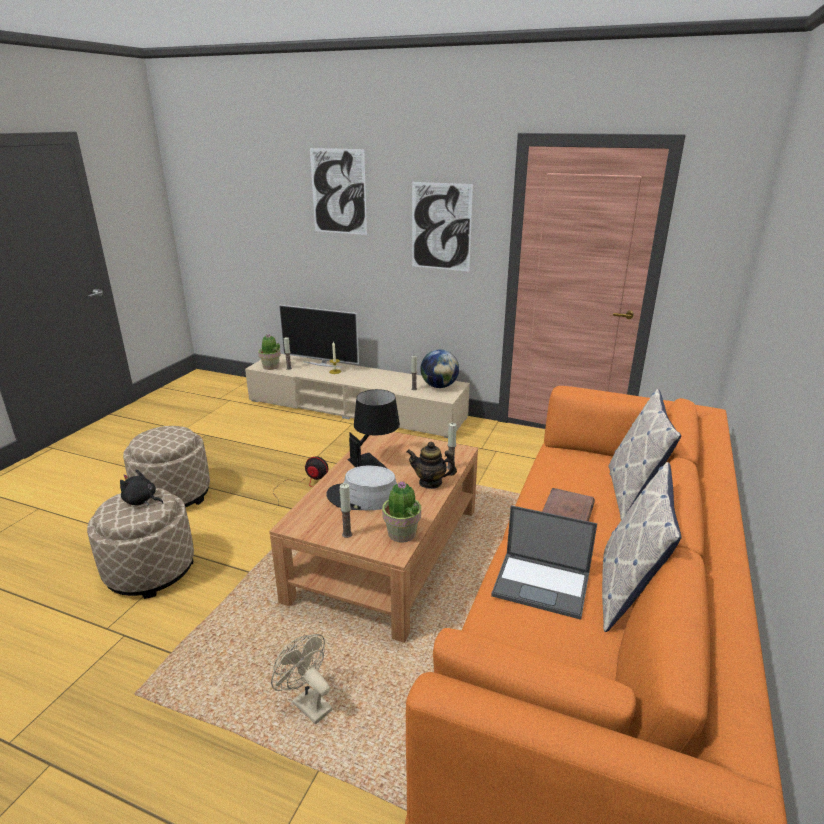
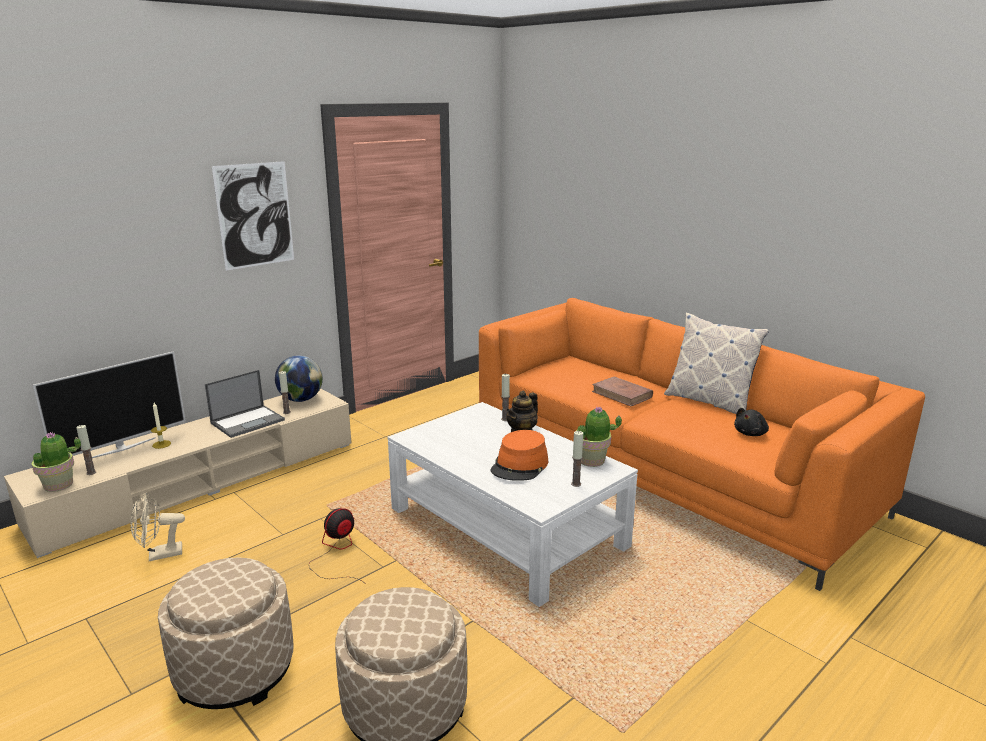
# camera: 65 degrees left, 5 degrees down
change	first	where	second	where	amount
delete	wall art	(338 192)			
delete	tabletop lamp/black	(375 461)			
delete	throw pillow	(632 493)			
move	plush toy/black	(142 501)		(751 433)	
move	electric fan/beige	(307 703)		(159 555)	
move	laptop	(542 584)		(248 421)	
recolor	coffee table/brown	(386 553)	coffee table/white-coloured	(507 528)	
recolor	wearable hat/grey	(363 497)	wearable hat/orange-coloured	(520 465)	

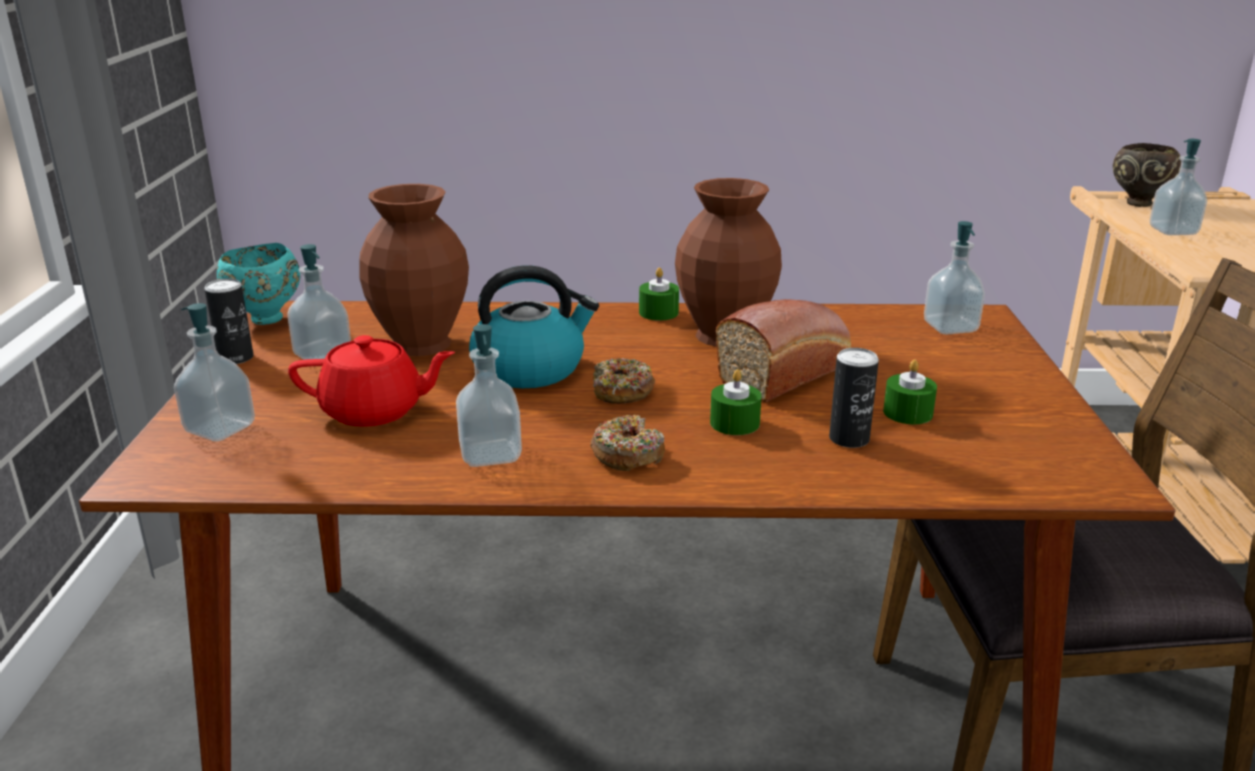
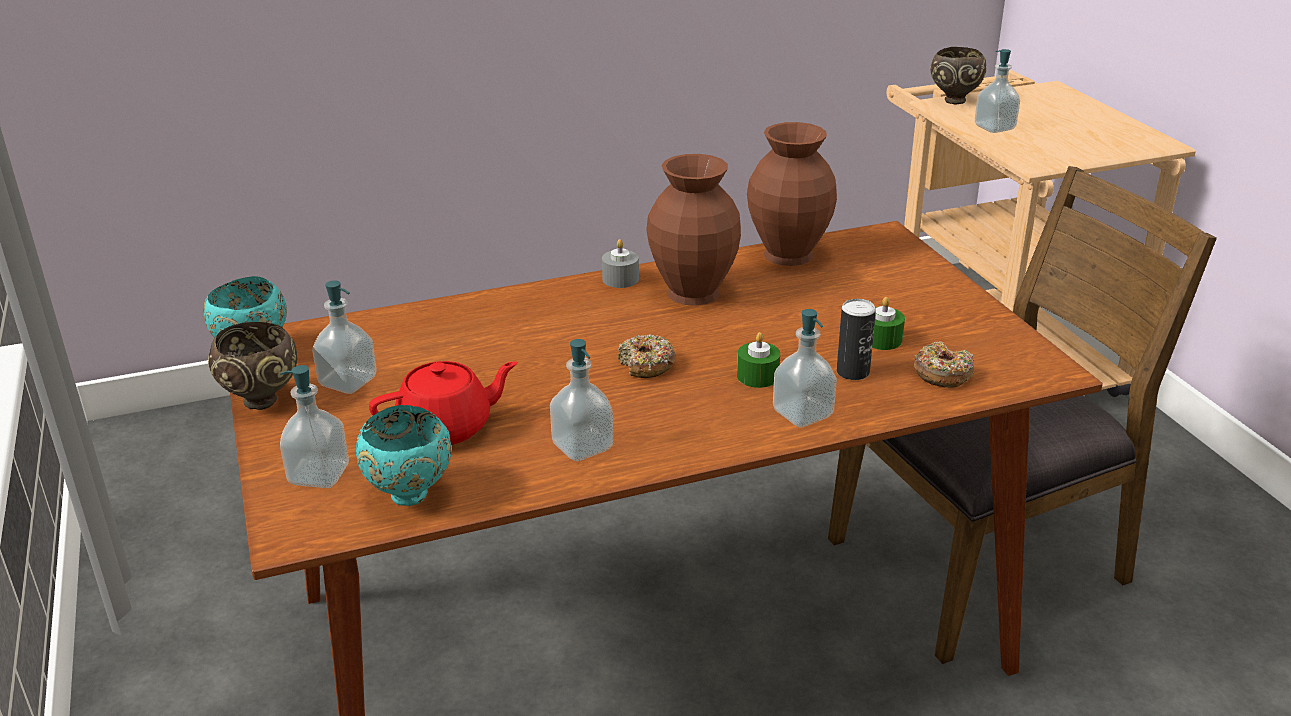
# camera: 20 degrees left, 5 degrees up
change	first	where	second	where	amount
delete	water kettle	(530 368)			
delete	bakery bread	(787 373)			
insert			deep dish/turquoise-coloured	(410 497)	
move	flower vase/brown	(423 344)		(790 254)	
move	ring doughnut	(627 454)		(942 374)	
move	soap bottle	(950 327)		(802 414)	
replace	sealed can	(235 358)	deep dish/brown	(263 401)	
recolor	wax light/greenish	(658 312)	wax light/grey	(620 279)	

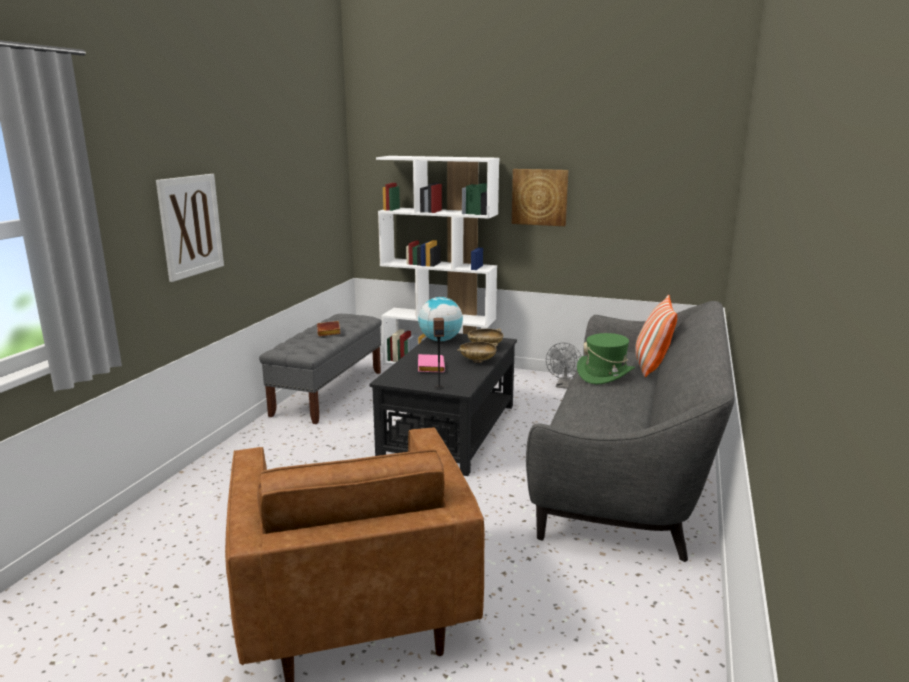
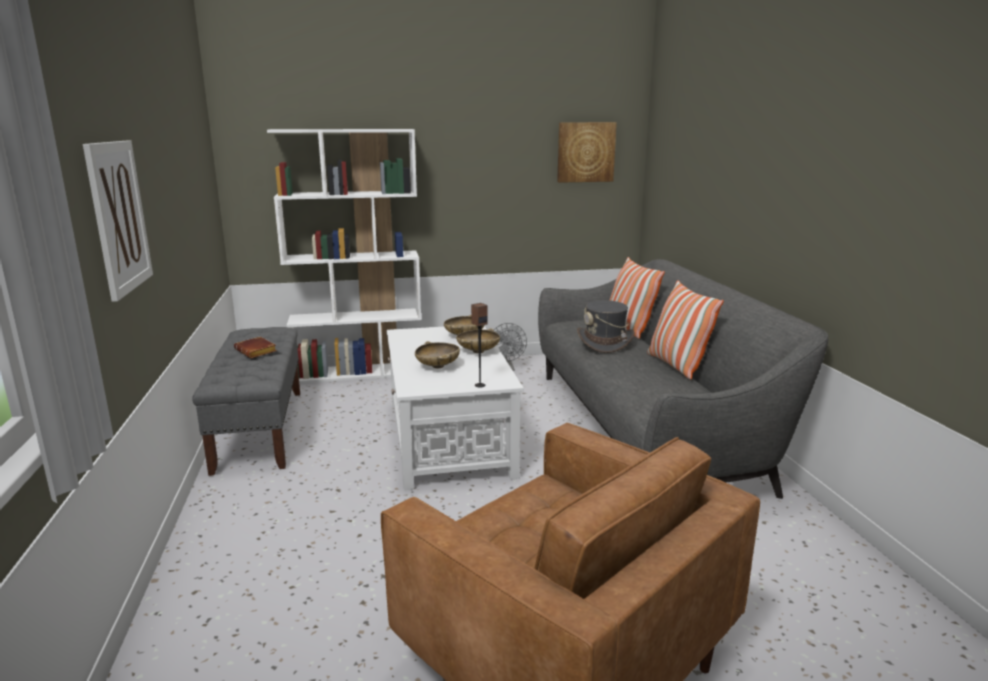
# camera: 30 degrees left, 0 degrees up
change	first	where	second	where	amount
delete	desk globe	(440 340)			
insert			throw pillow	(677 365)	
move	wall art	(539 197)		(585 152)	
replace	bound book/pink-coloured	(429 367)	deep dish/beige	(437 366)	
recolor	coffee table/black	(449 431)	coffee table/white-coloured	(448 438)	
recolor	wearable hat/greenish	(605 374)	wearable hat/grey	(605 342)	

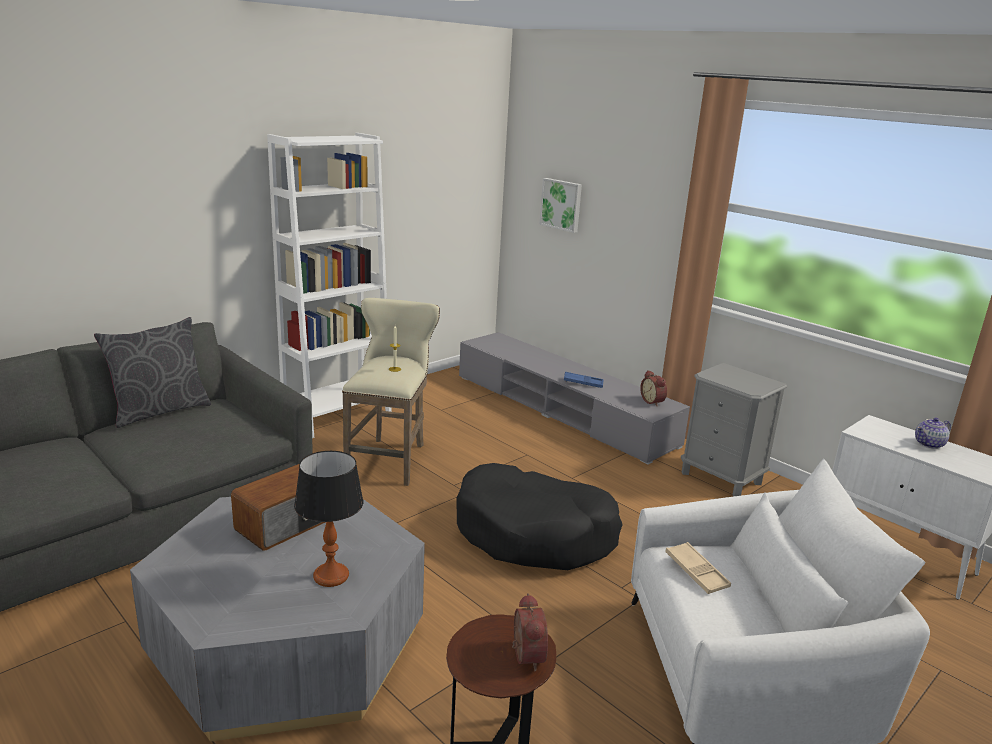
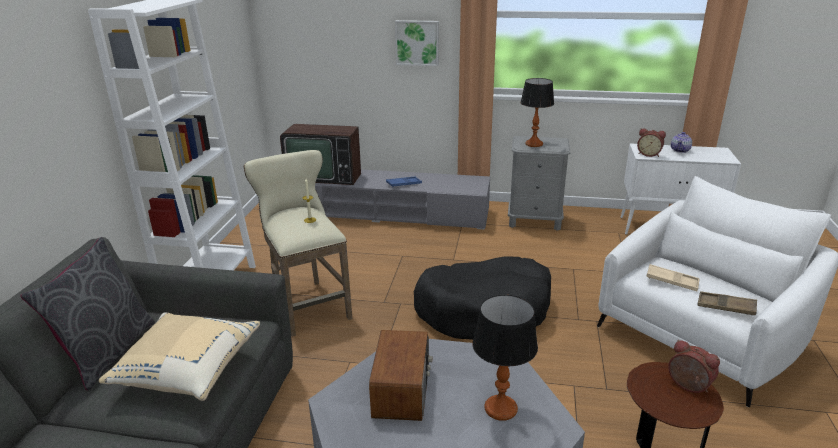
# camera: 35 degrees left, 5 degrees up
change	first	where	second	where	amount
insert			throw pillow/beige	(187 370)	
insert			TV set	(324 175)	
insert			tabletop lamp	(534 144)	
insert			carrying tray/brown	(726 307)	
move	wall art	(561 204)		(417 42)	
move	alarm clock	(653 401)		(649 154)	

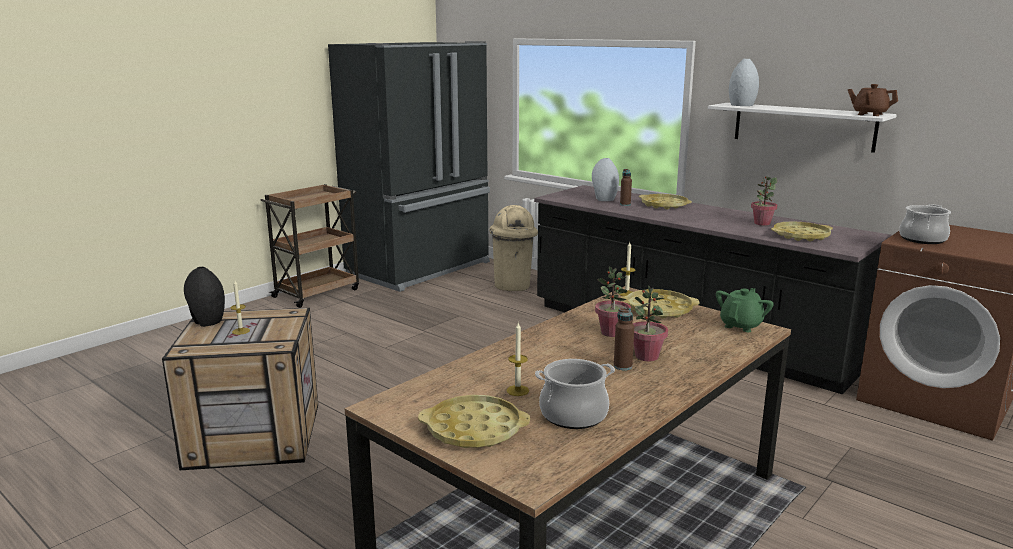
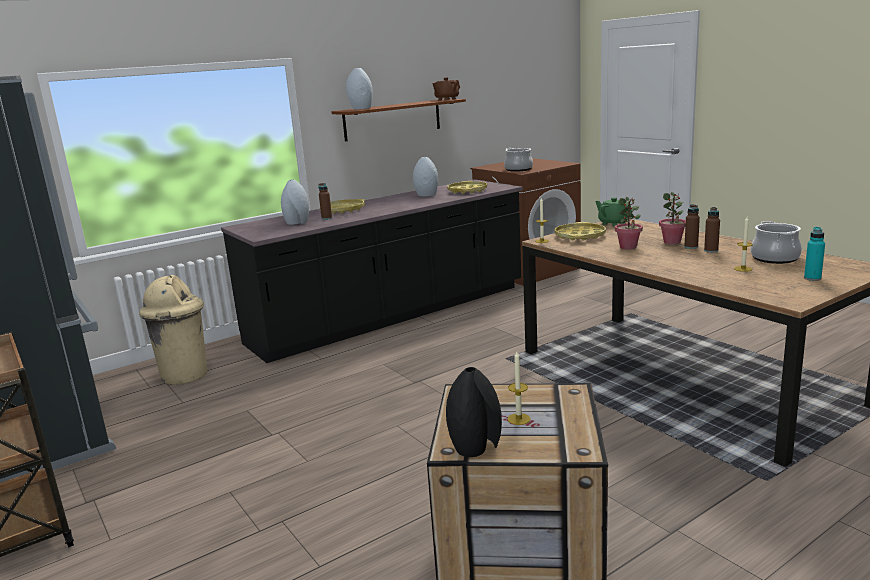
# camera: 75 degrees left, 0 degrees up
change	first	where	second	where	amount
insert			drink bottle/brown	(711 251)	
replace	carrying tray/yellowish	(474 429)	drink bottle/turquoise-coloured	(812 278)	
replace	plant in a pot	(762 223)	flower vase/grey	(427 195)	
recolor	bracket shelf/white-coloured	(803 126)	bracket shelf/brown	(392 119)	

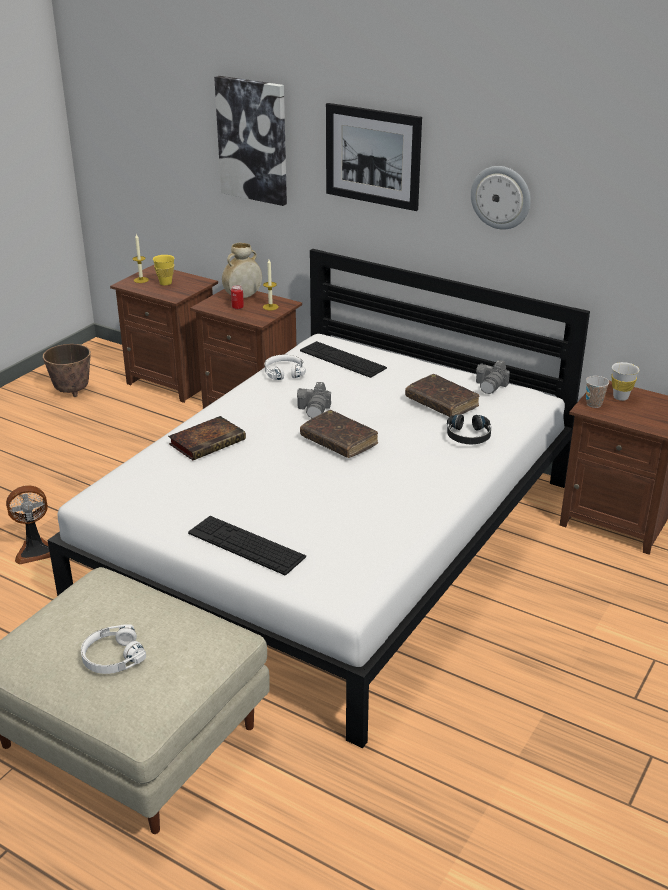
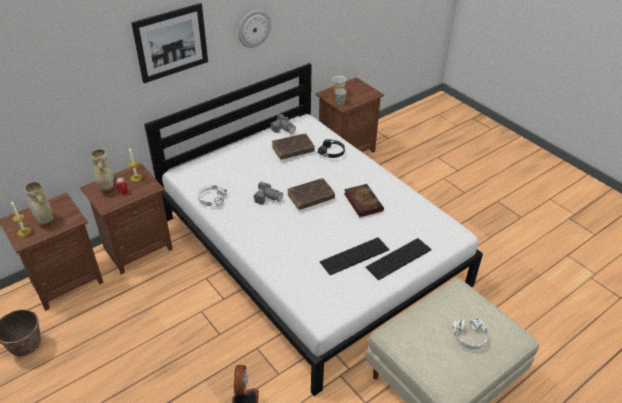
# camera: 70 degrees left, 10 degrees up
change	first	where	second	where	amount
delete	wall art	(253 140)			
move	bound book	(208 441)		(362 202)	
move	PC keyboard	(342 359)		(354 256)	
replace	cup/yellowish	(165 283)	flower vase/beige	(44 219)	

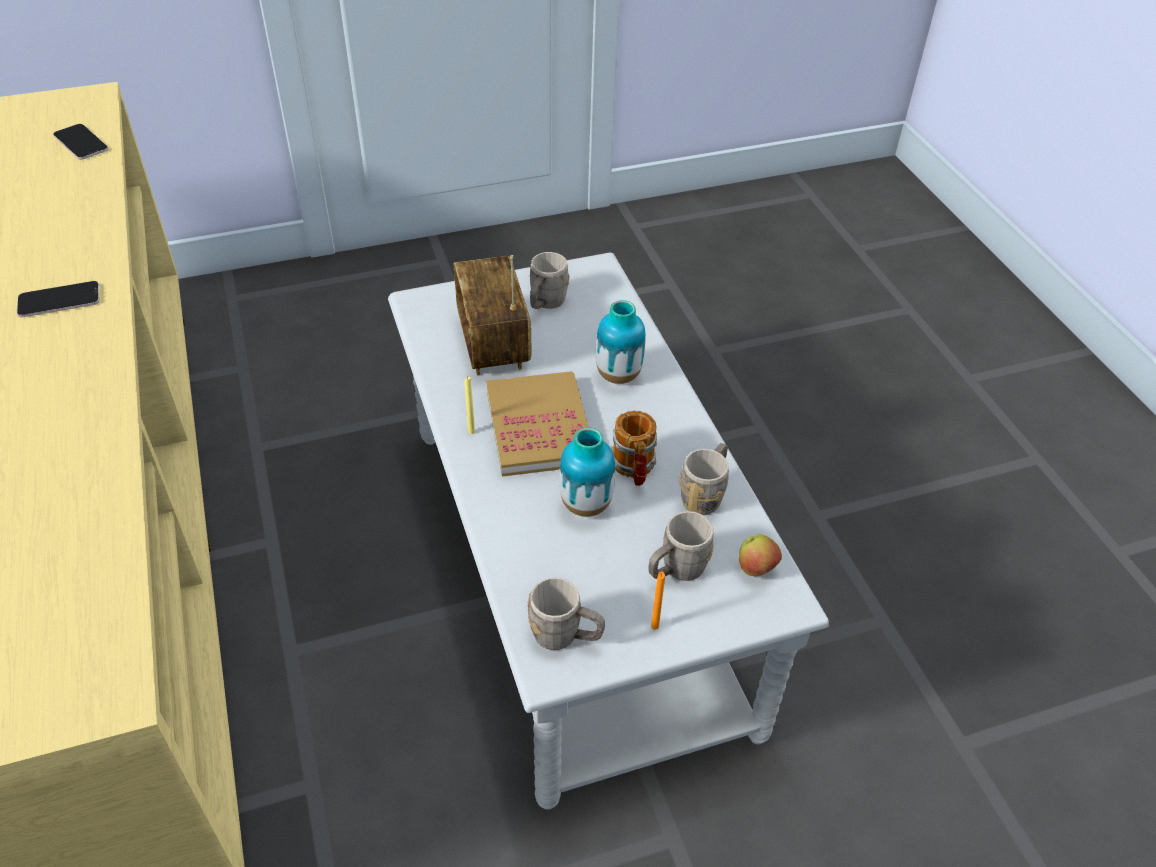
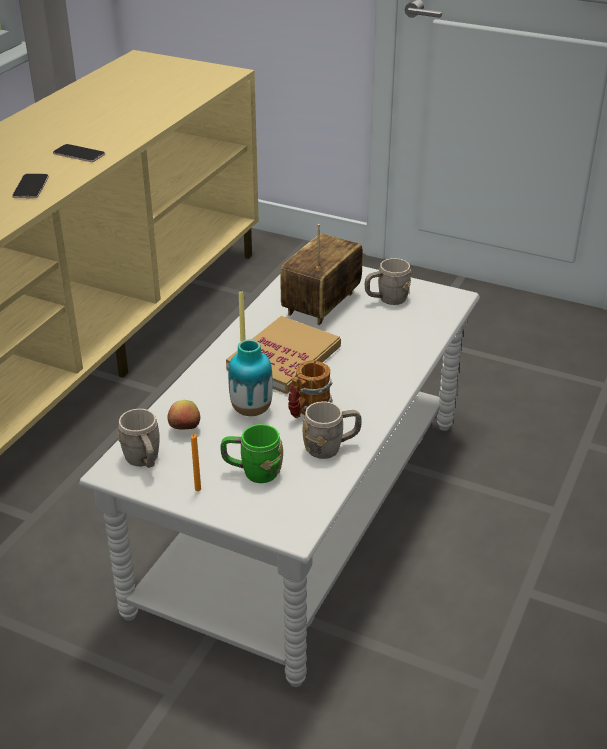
# camera: 45 degrees right, 10 degrees down
change	first	where	second	where	amount
delete	flower vase	(618 375)			
move	phone	(81 143)		(31 187)	
move	apple fruit	(756 569)		(185 429)	
recolor	mug/grey	(676 570)	mug/greenish	(252 472)	

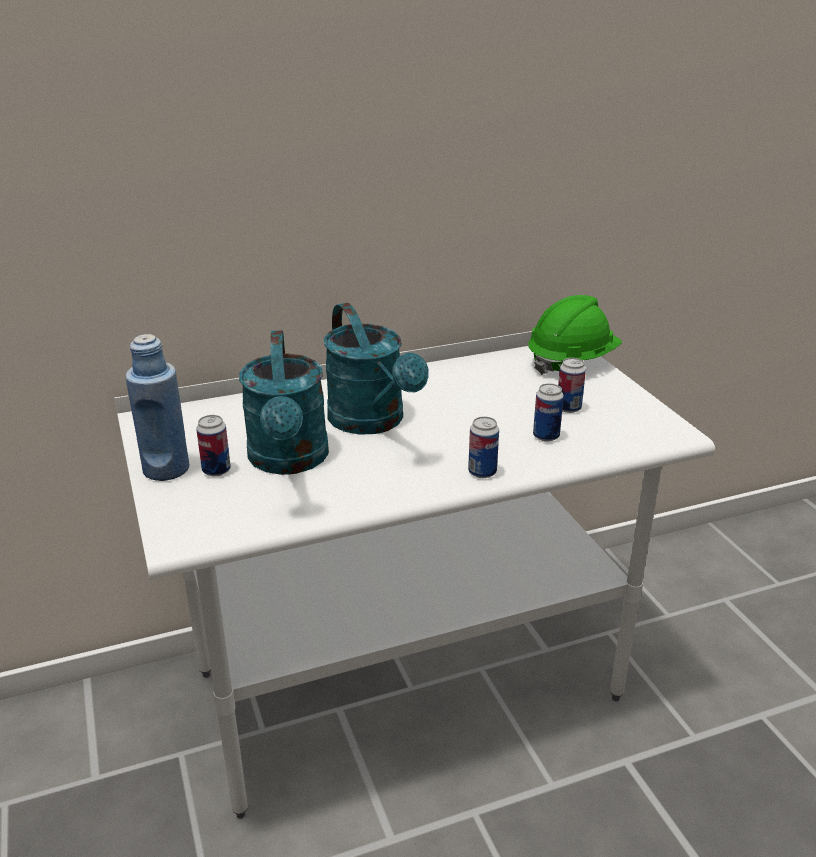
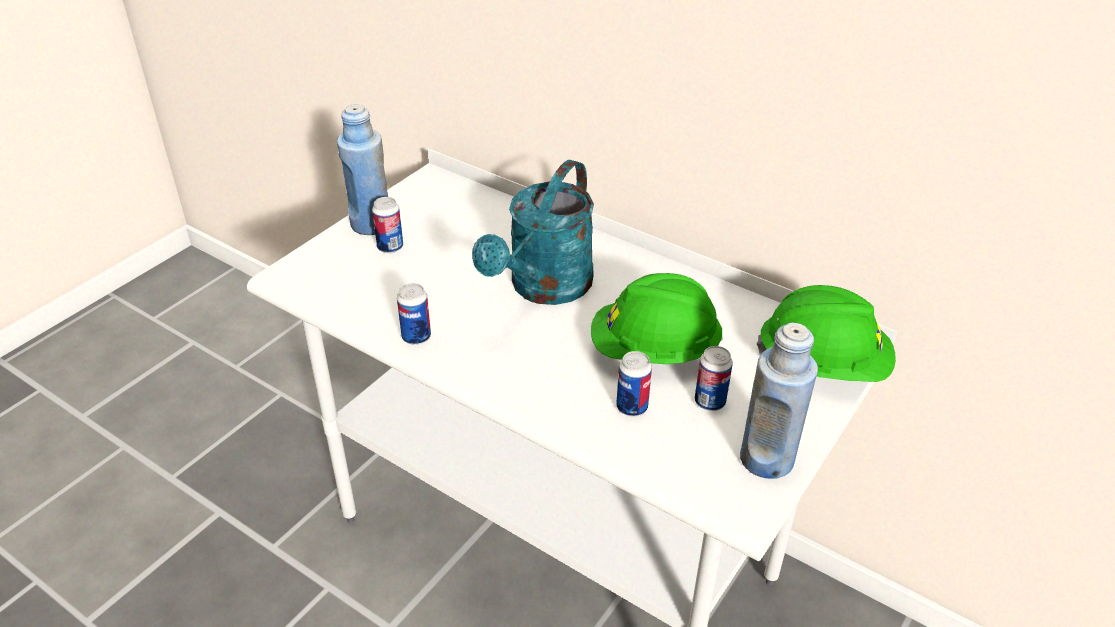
# camera: 55 degrees right, 10 degrees up
change	first	where	second	where	amount
delete	watering pot/turquoise-coloured	(289 461)			
insert			work helmet/greenish	(654 351)	
insert			drink bottle/bluish	(766 459)	
move	sealed can	(482 472)		(416 337)	

